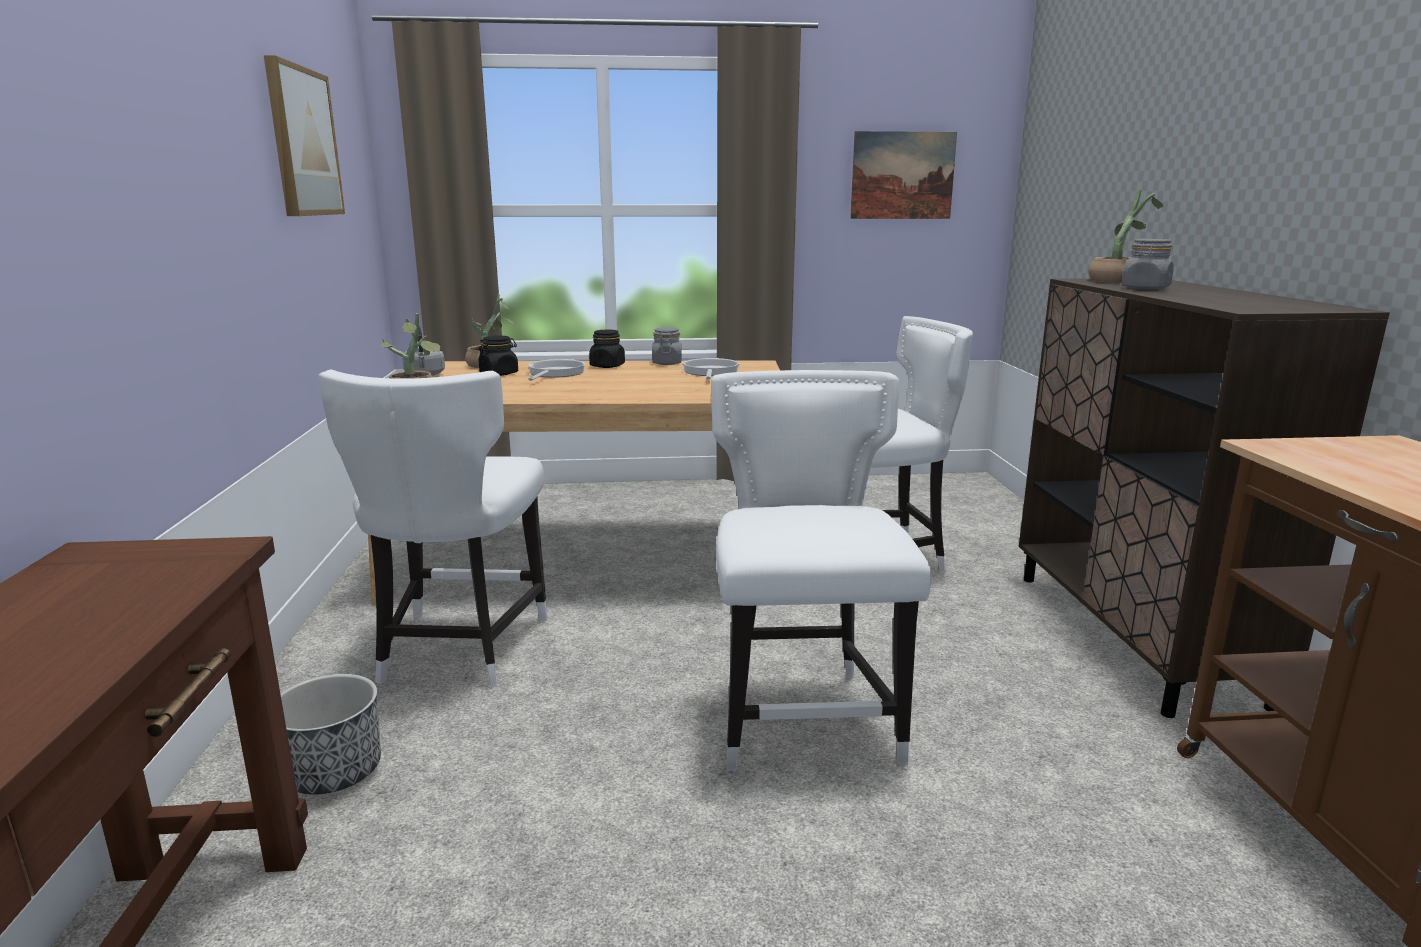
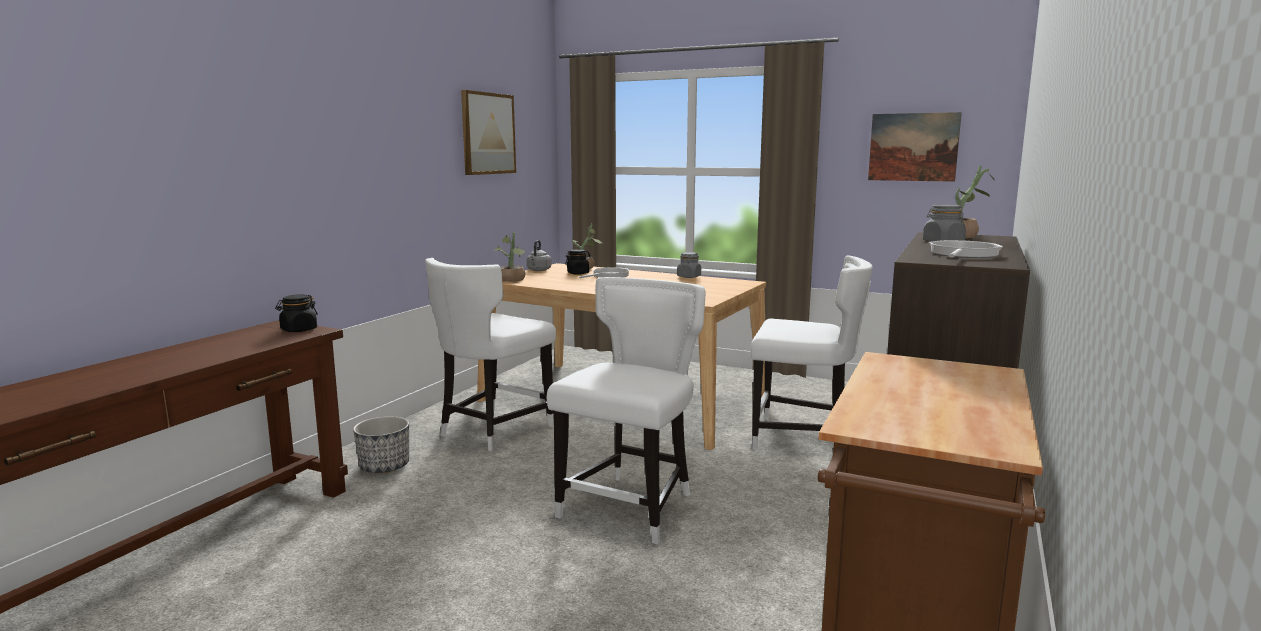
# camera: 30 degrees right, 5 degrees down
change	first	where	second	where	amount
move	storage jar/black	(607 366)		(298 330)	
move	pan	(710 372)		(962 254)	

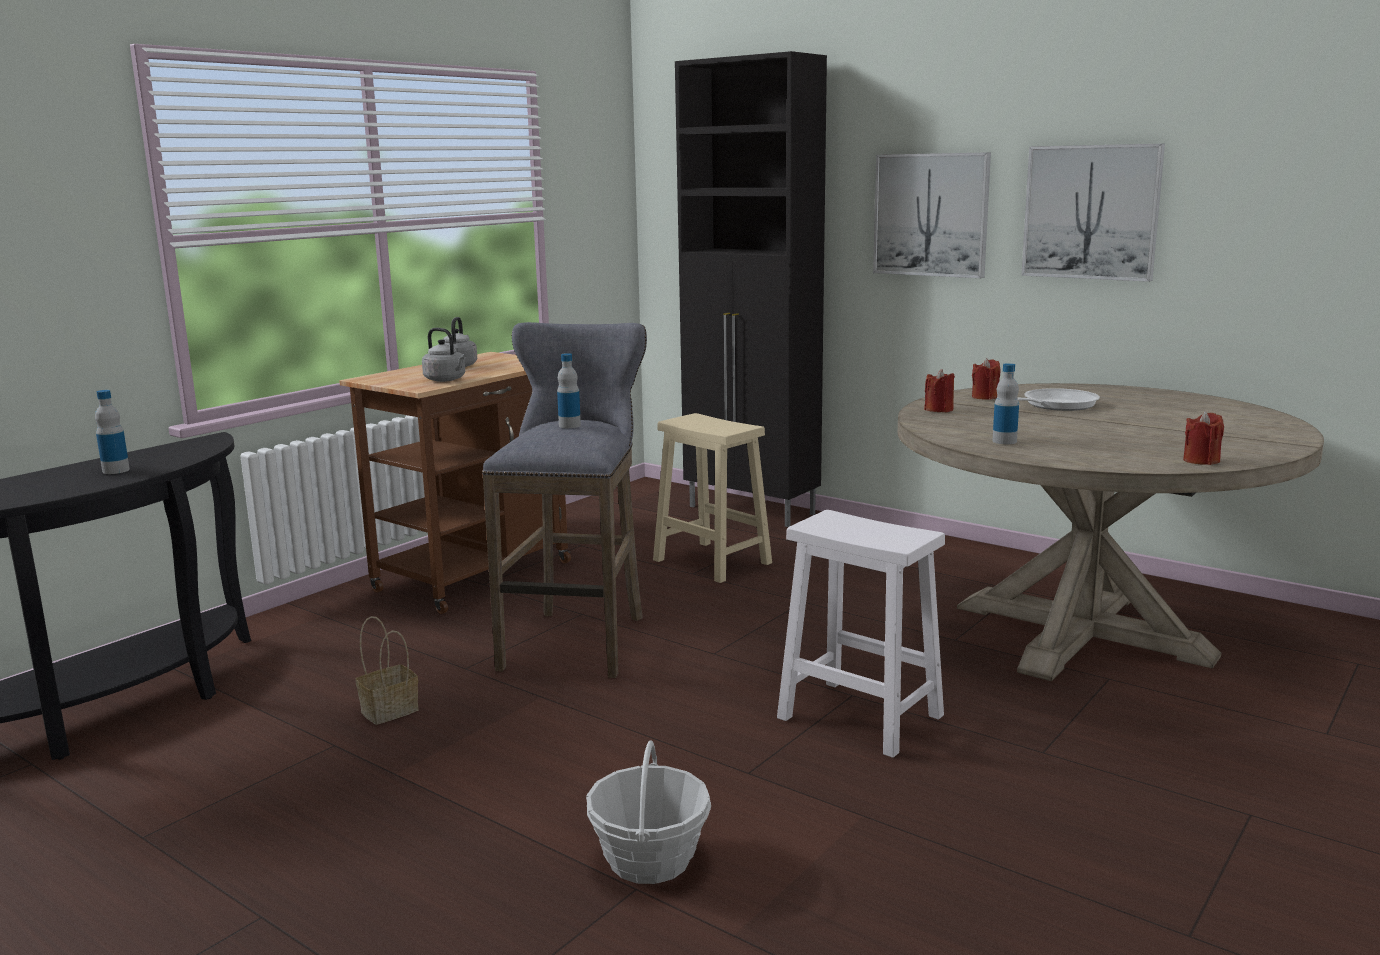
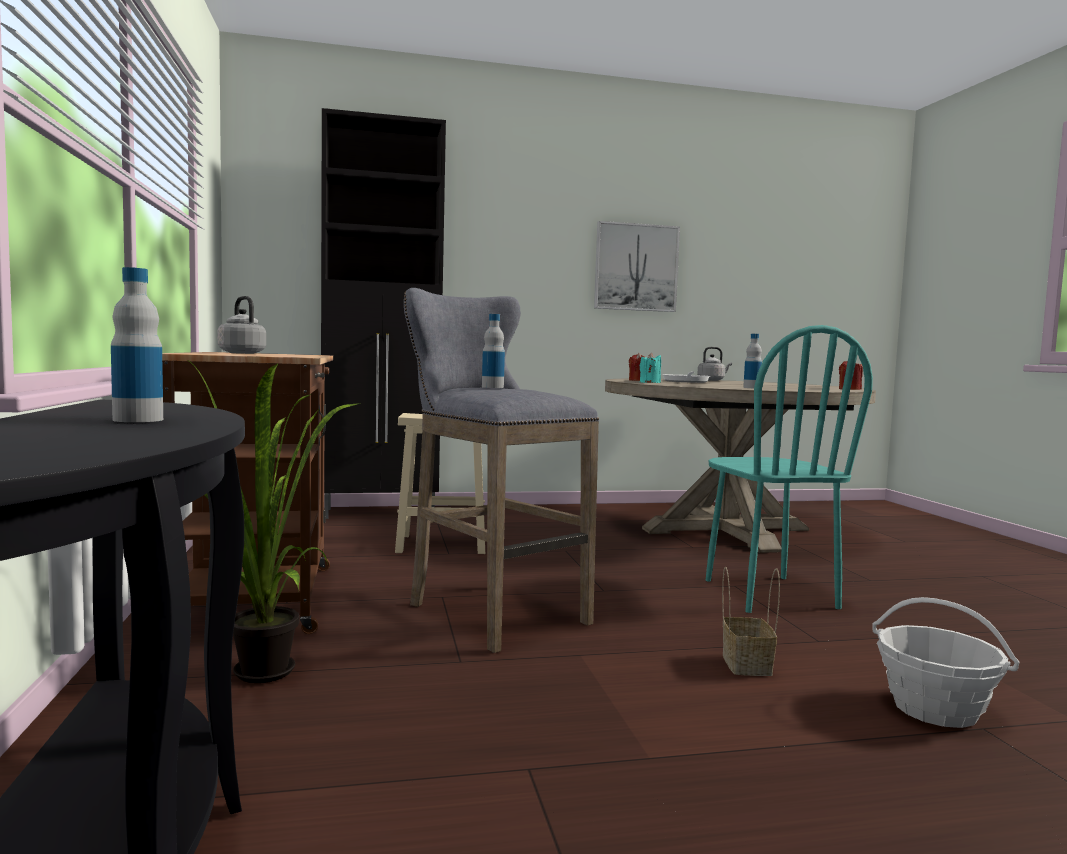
# camera: 50 degrees left, 10 degrees down
change	first	where	second	where	amount
delete	wall art	(931 215)			
insert			plant in a pot	(258 679)	
move	household basket	(391 710)		(745 664)	
move	water kettle/grey	(446 380)		(712 380)	
replace	stool seat/white-coloured	(857 716)	plain chair/turquoise-coloured	(768 594)	
recolor	wax light/red-coloured	(939 410)	wax light/turquoise-coloured	(650 383)	

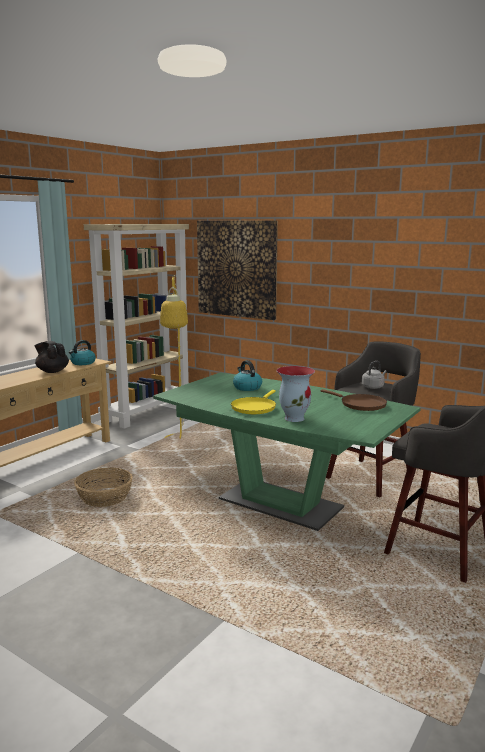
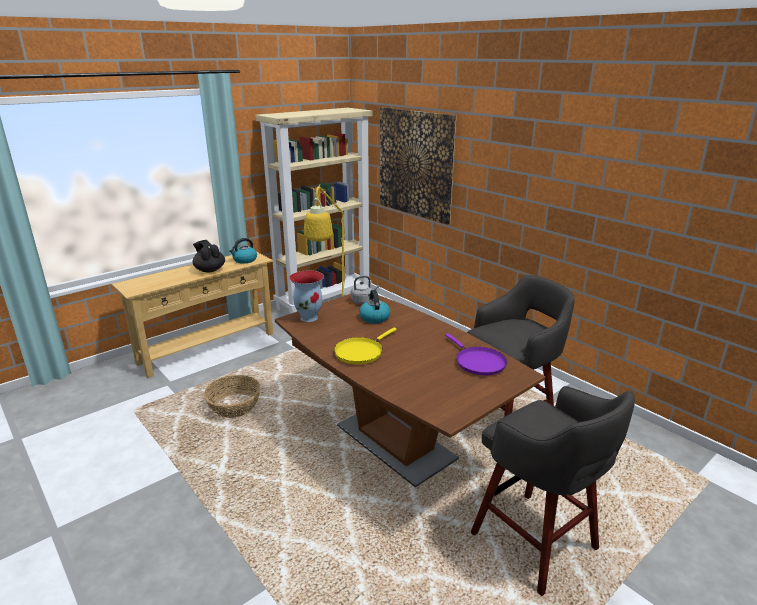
# camera: 15 degrees right, 10 degrees up
change	first	where	second	where	amount
move	flower vase	(294 418)		(309 317)	
move	water kettle/grey	(373 387)		(363 301)	
recolor	dinner table/greenish	(280 504)	dinner table/brown	(395 442)	
recolor	pan/brown	(360 404)	pan/purplish	(478 362)	

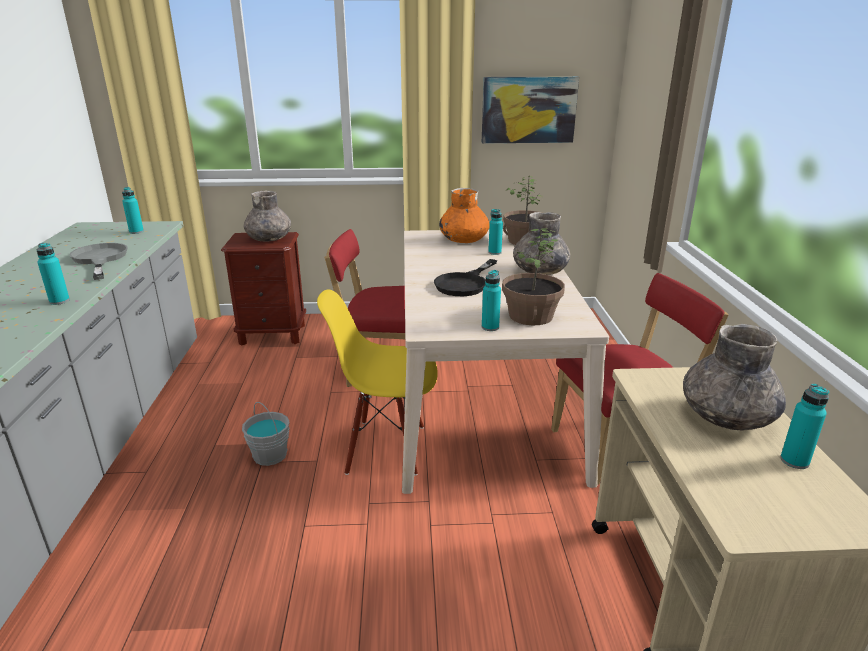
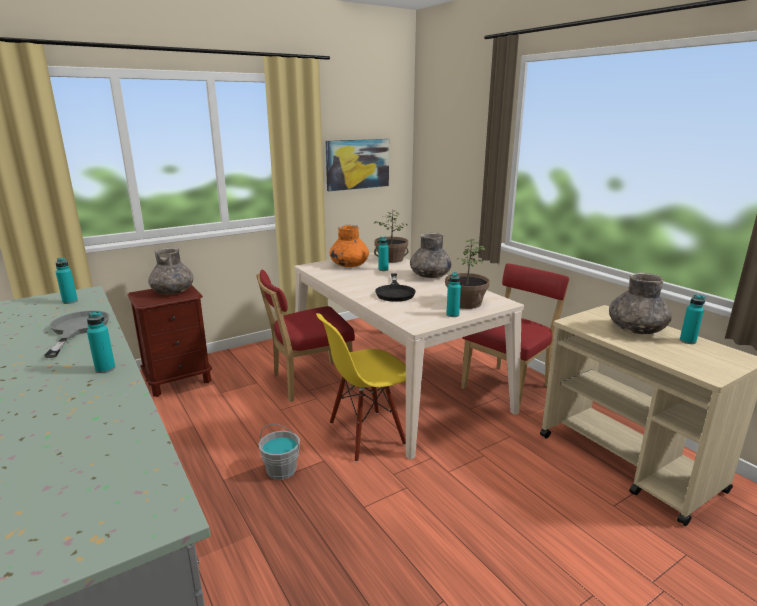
# camera: 30 degrees left, 5 degrees down
change	first	where	second	where	amount
rotate	pan/grey	(100 259)		(77 329)	45 degrees clockwise

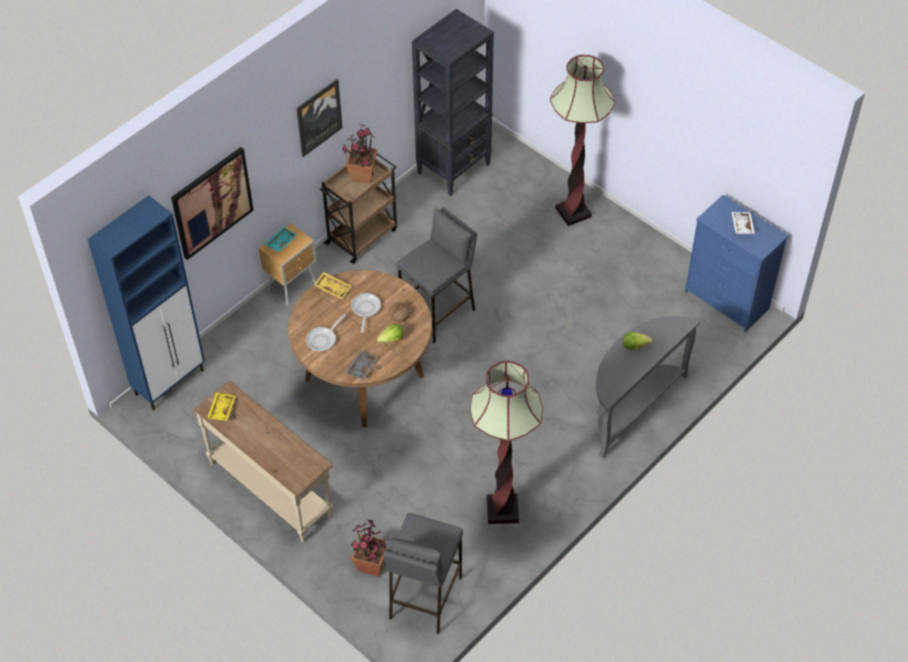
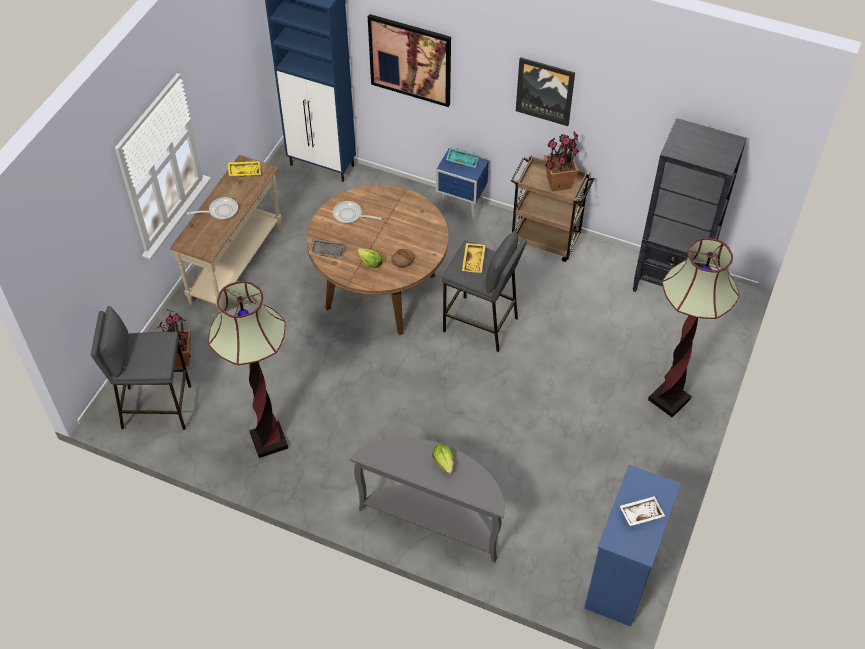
# camera: 70 degrees right, 0 degrees up
change	first	where	second	where	amount
move	carrying tray/yellowish	(333 288)		(474 261)	
move	pan	(365 309)		(220 211)	
recolor	night table/brown	(293 286)	night table/bluish	(462 210)	

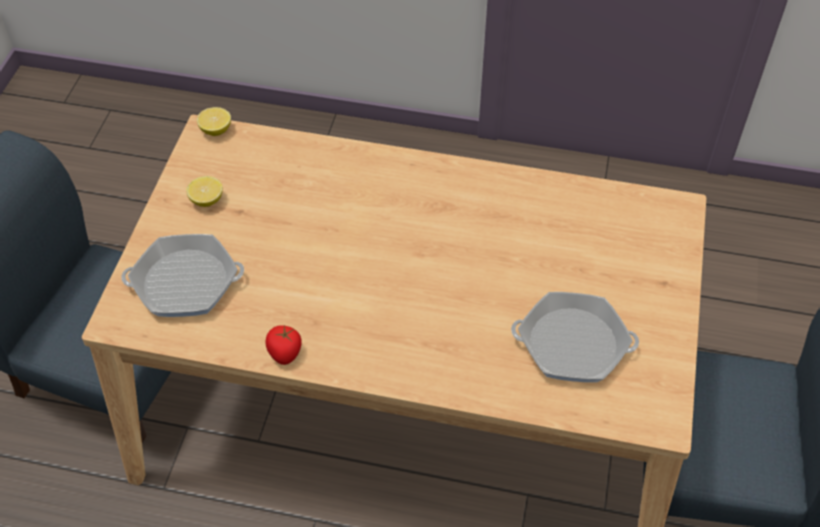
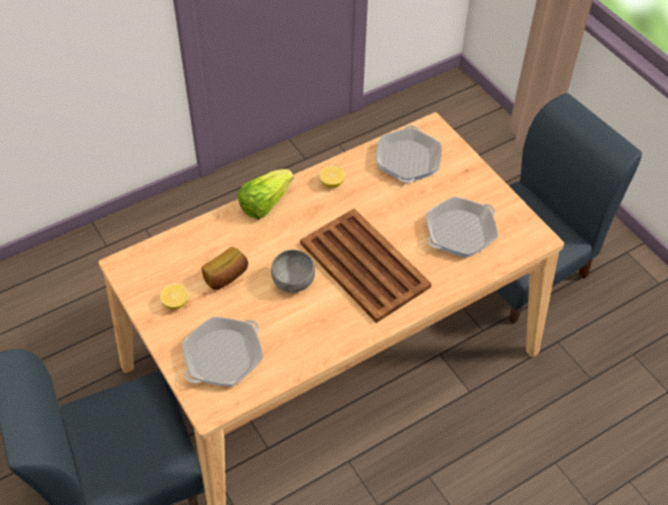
# camera: 45 degrees left, 0 degrees up
change	first	where	second	where	amount
delete	fresh tomato	(285 353)			
insert			bakery bread	(226 277)	
insert			head of lettuce	(265 203)	
insert			deep dish/grey	(293 282)	
insert			carrying tray/brown	(364 264)	
insert			pan	(408 160)	
move	lemon	(215 130)		(331 183)	

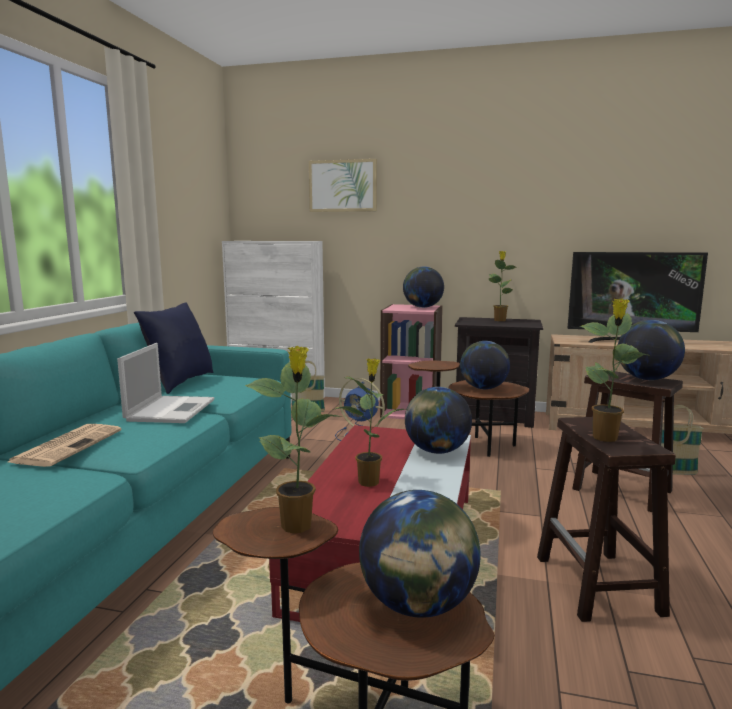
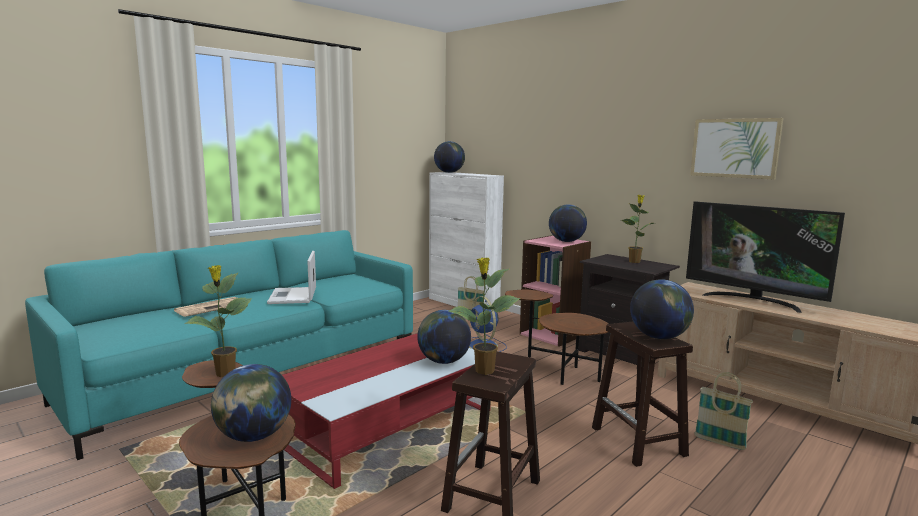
# camera: 30 degrees right, 0 degrees up
change	first	where	second	where	amount
delete	throw pillow/bluish	(179 382)			
delete	plant in a pot	(369 481)			
move	wall art	(343 186)		(735 148)	
move	desk globe	(483 388)		(449 172)	
rotate	laptop	(171 409)		(293 296)	135 degrees clockwise

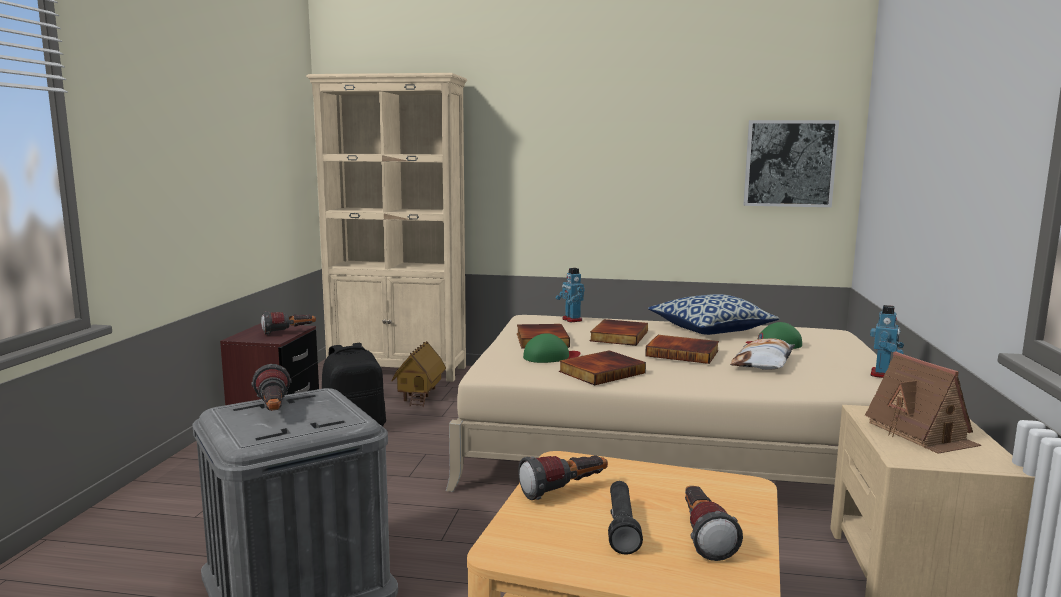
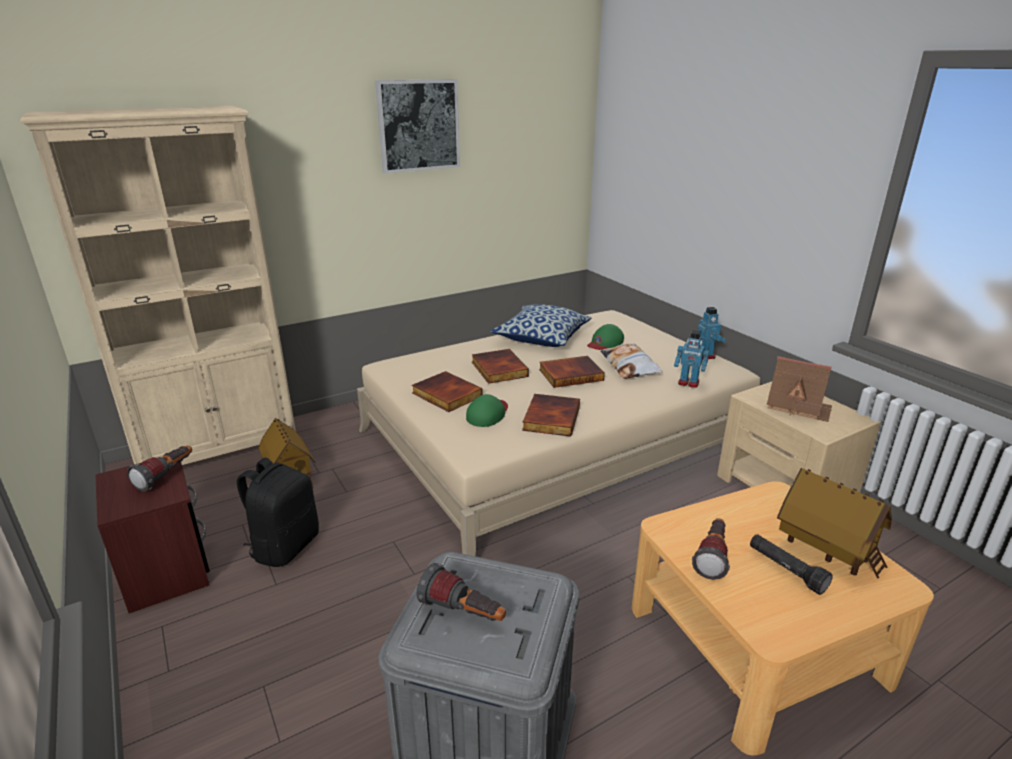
# camera: 40 degrees left, 15 degrees up
change	first	where	second	where	amount
move	model robot	(571 320)		(688 383)	
move	wall art	(789 163)		(418 125)	
replace	flashlight	(703 536)	miniature house	(826 551)	

